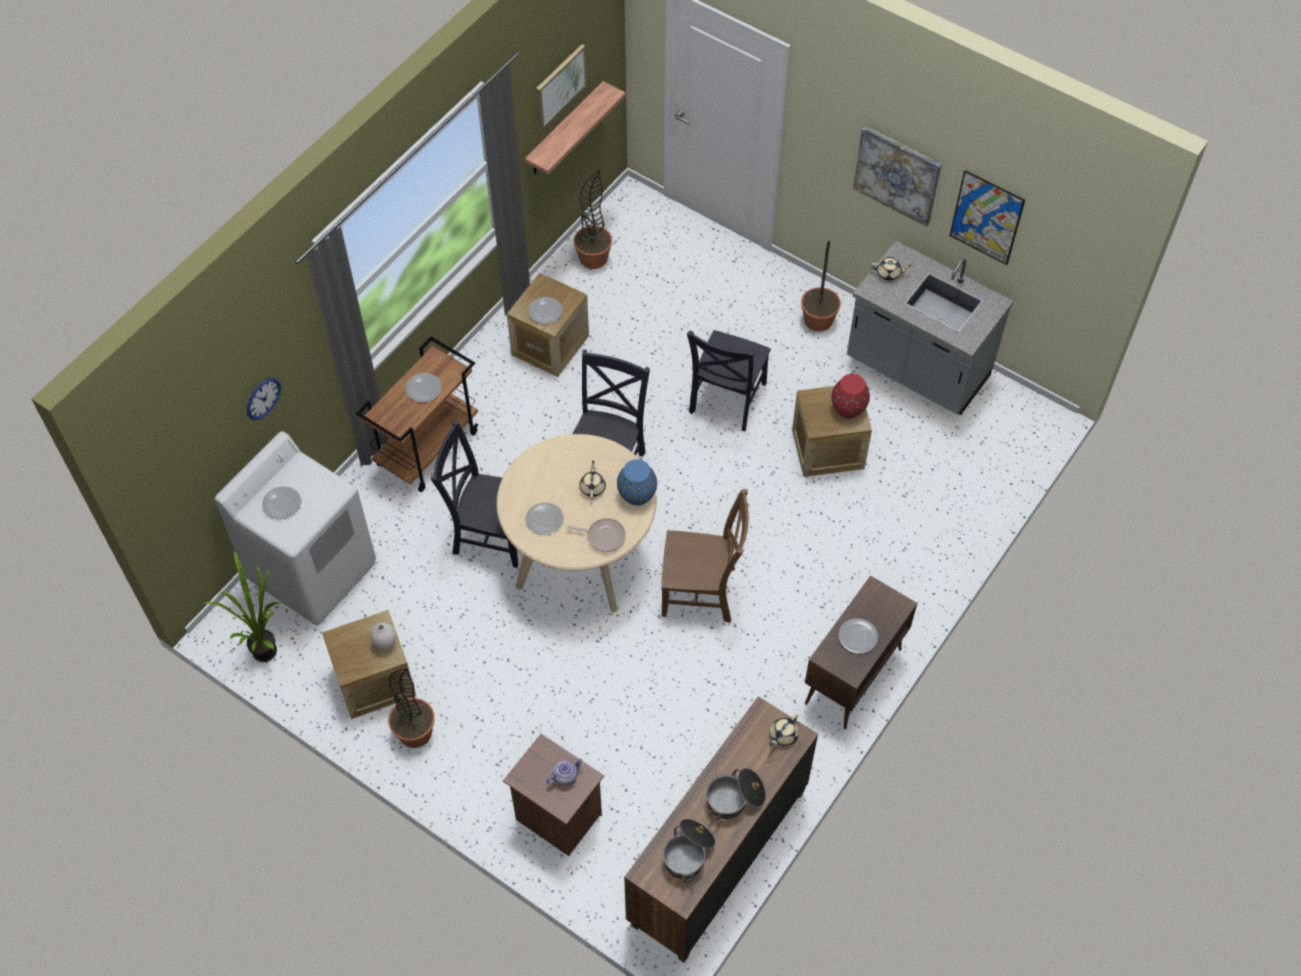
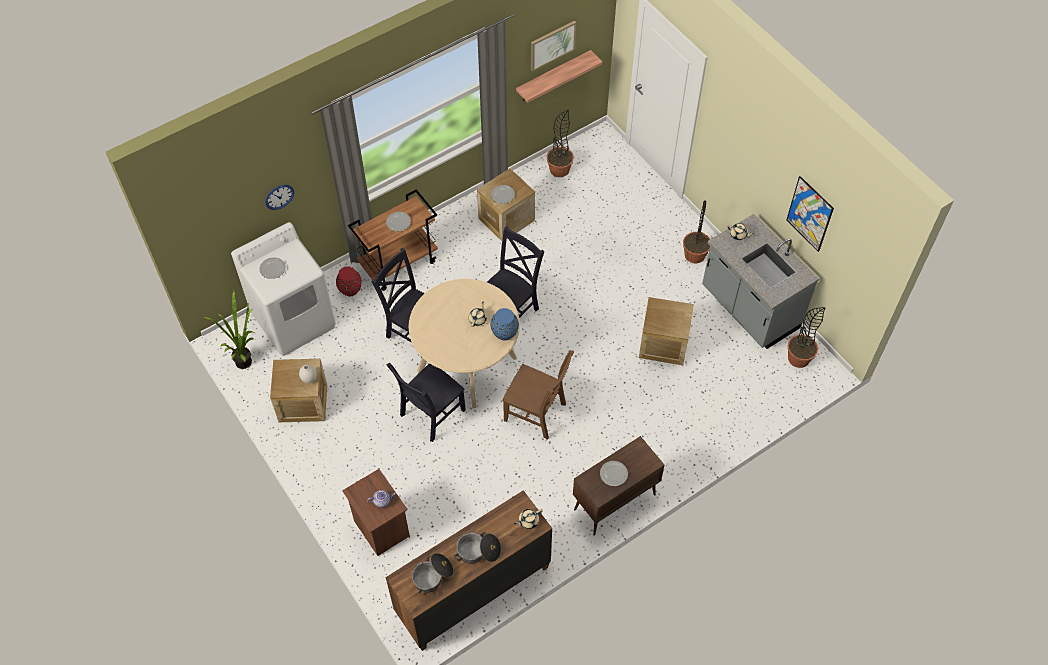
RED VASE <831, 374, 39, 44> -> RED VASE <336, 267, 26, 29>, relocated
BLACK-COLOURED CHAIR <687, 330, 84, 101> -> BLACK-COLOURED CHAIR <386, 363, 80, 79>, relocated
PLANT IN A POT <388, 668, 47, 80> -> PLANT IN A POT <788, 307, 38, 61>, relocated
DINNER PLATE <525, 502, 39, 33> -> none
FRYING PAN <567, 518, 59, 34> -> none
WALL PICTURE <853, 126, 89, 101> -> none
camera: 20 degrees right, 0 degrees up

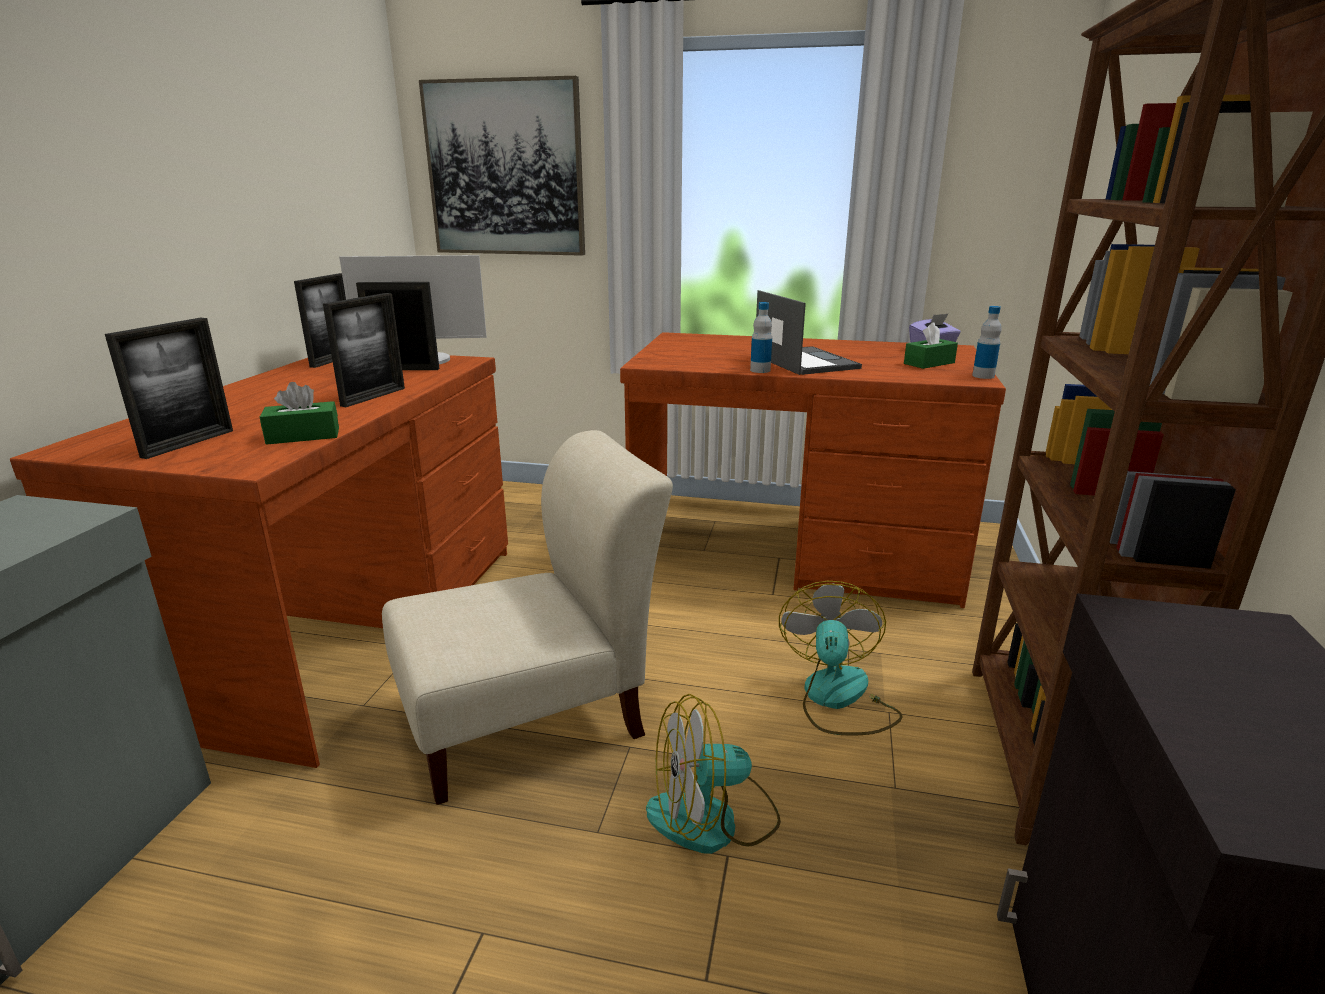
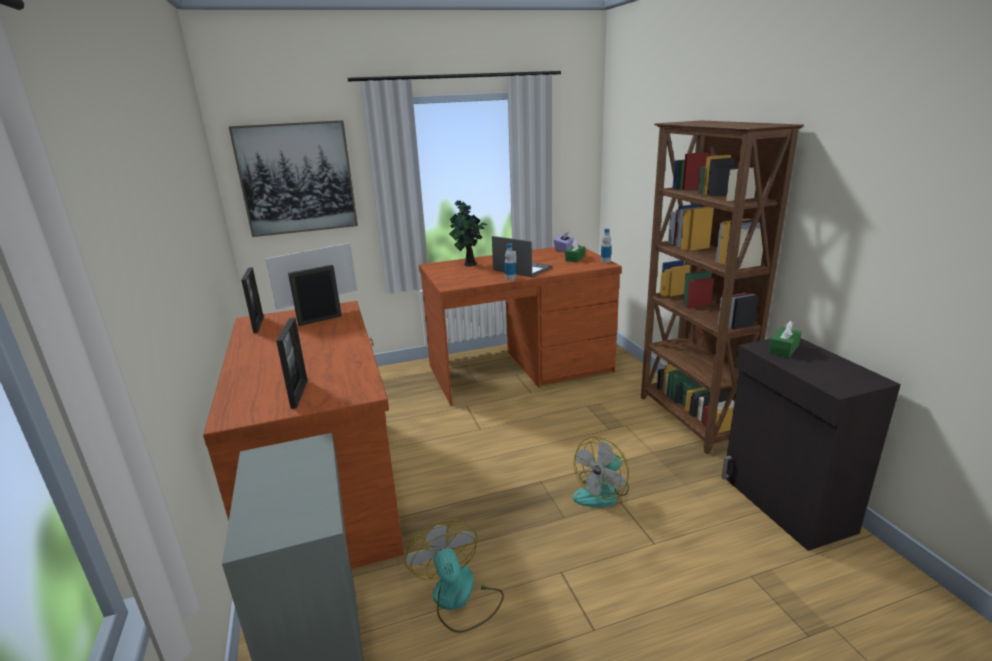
COOLING FAN <779, 581, 124, 154> -> COOLING FAN <404, 519, 100, 114>, relocated
none -> PLANT IN A POT <449, 200, 39, 66>
GREEN BOX OF TISSUES <260, 382, 79, 63> -> GREEN BOX OF TISSUES <768, 321, 34, 37>, relocated
PICTURE FRAME <323, 293, 82, 114> -> none
BEIGE CHAIR <382, 430, 291, 375> -> none
camera: 30 degrees left, 0 degrees up

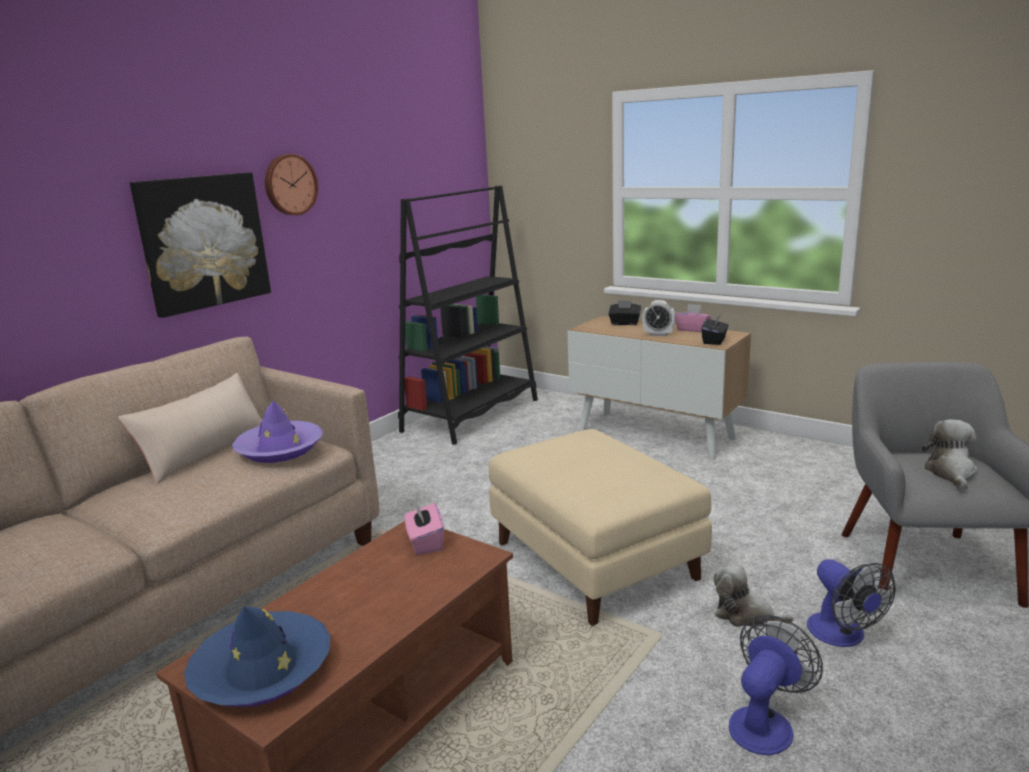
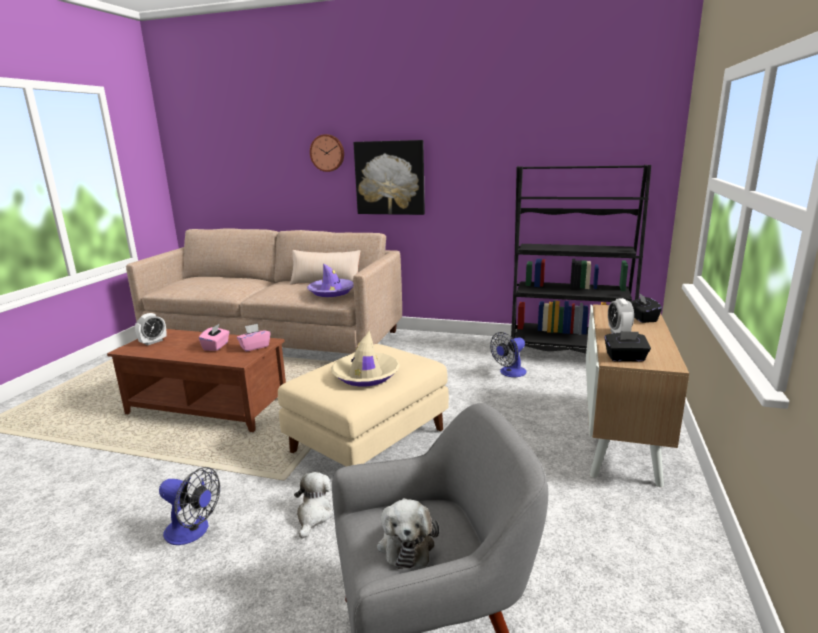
BLUISH WEARABLE HAT <184, 606, 147, 101> -> TABLE CLOCK <135, 313, 31, 32>
PINK-COLOURED BOX OF TISSUES <675, 304, 36, 28> -> PINK-COLOURED BOX OF TISSUES <199, 324, 30, 27>, relocated
CLOCK ON THE WALL <265, 154, 53, 61> -> CLOCK ON THE WALL <310, 134, 34, 38>, relocated
none -> BEIGE WEARABLE HAT <331, 330, 69, 57>
CUDDLY TOY <922, 419, 56, 71> -> CUDDLY TOY <377, 498, 62, 71>, 90 degrees clockwise
COOLING FAN <807, 559, 89, 88> -> COOLING FAN <490, 332, 37, 45>, relocated
camera: 70 degrees right, 0 degrees up

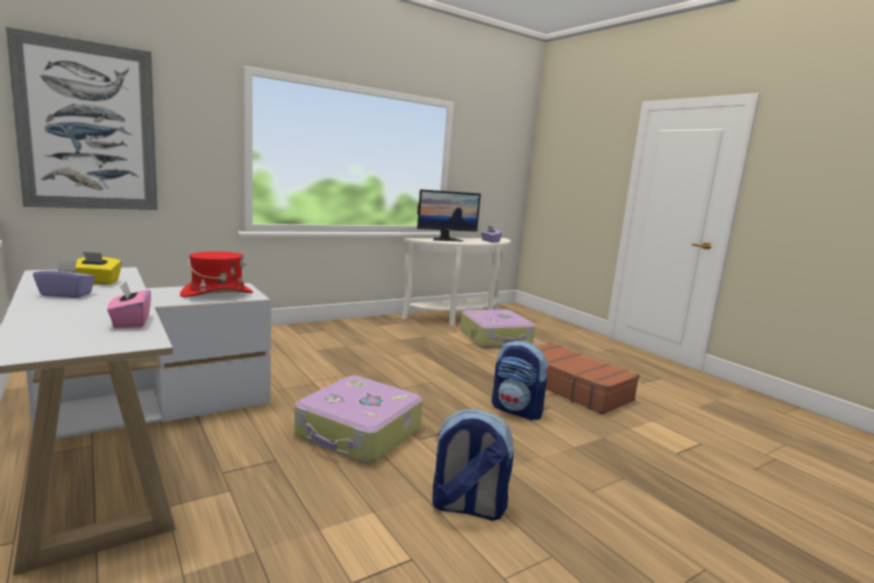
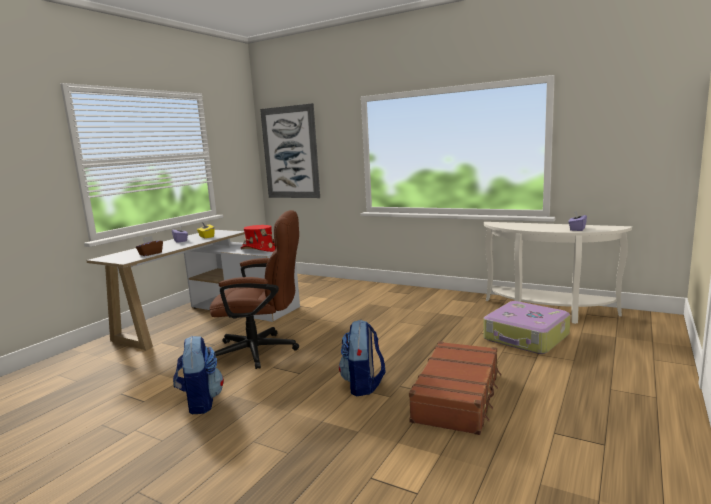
PINK-COLOURED BOX OF TISSUES <107, 281, 44, 47> -> BROWN BOX OF TISSUES <136, 236, 27, 20>
TRAVEL CASE <294, 375, 129, 89> -> BROWN DESK CHAIR <209, 210, 90, 159>
MONITOR <417, 189, 64, 53> -> none
camera: 65 degrees right, 0 degrees up

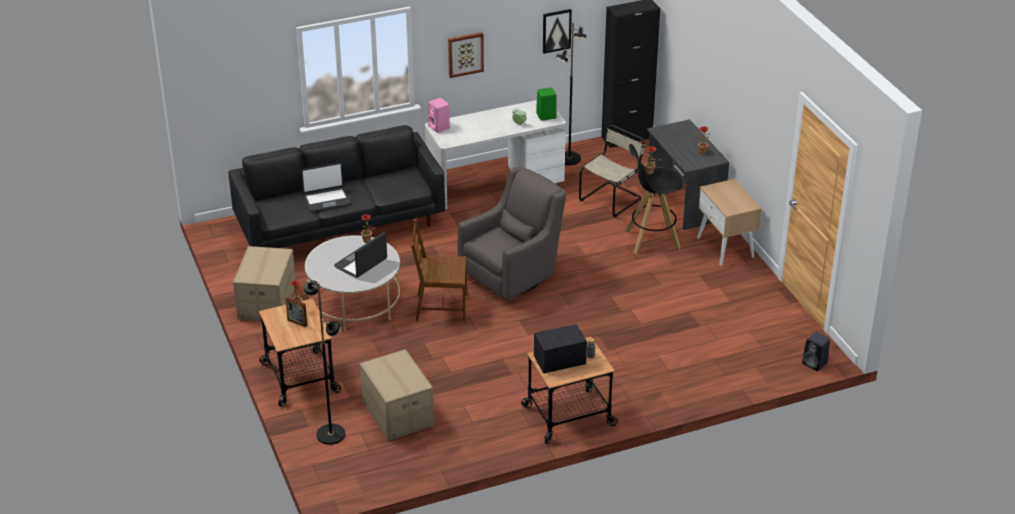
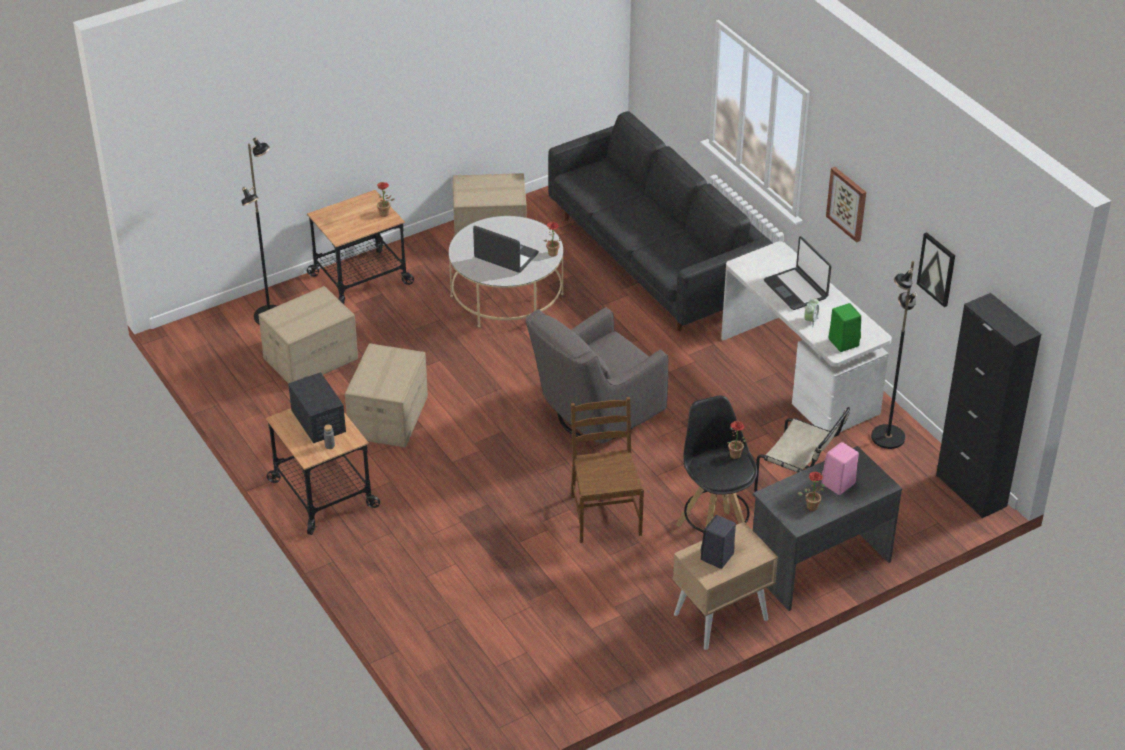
none -> CARDBOARD BOX <345, 343, 83, 104>
GRAY LOUNGE CHAIR <458, 166, 108, 134> -> GRAY LOUNGE CHAIR <526, 307, 142, 136>, 105 degrees clockwise
BROWN CHAIR <411, 220, 56, 103> -> BROWN CHAIR <571, 397, 73, 146>, relocated
BLACK-COLOURED AUDIO SPEAKER <802, 332, 28, 39> -> BLACK-COLOURED AUDIO SPEAKER <701, 515, 35, 54>, relocated
PORTABLE COMPUTER <301, 162, 50, 50> -> PORTABLE COMPUTER <764, 236, 67, 74>, relocated
PINK-COLOURED AUDIO SPEAKER <427, 98, 23, 35> -> PINK-COLOURED AUDIO SPEAKER <822, 442, 37, 53>, relocated
PICTURE FRAME <286, 297, 21, 30> -> none
camera: 80 degrees right, 5 degrees up

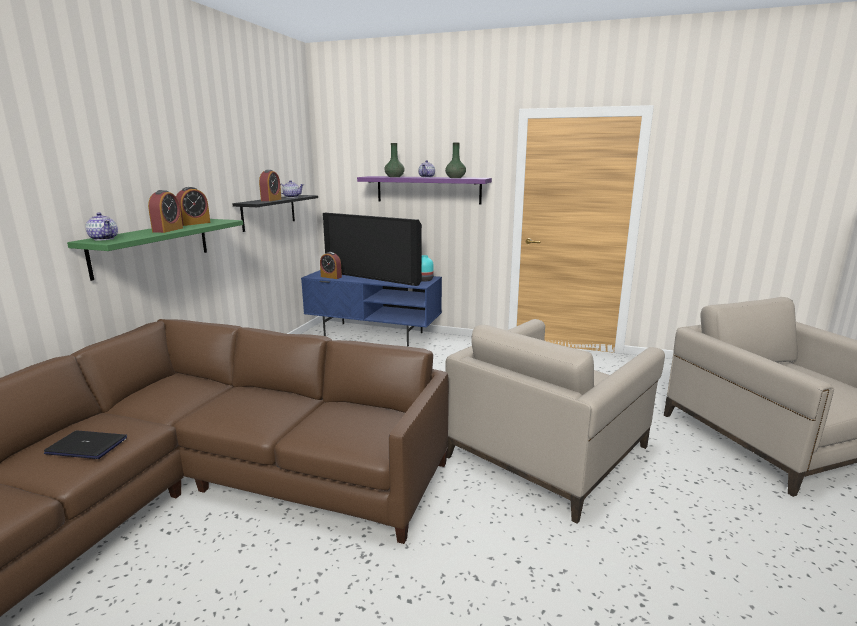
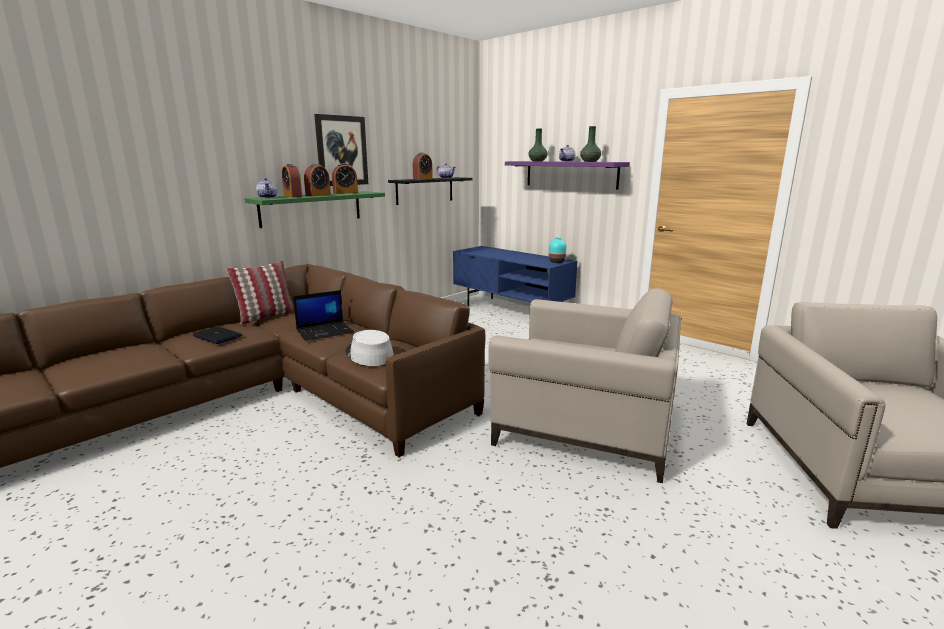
none -> CUSHION <226, 261, 69, 64>
TABLE CLOCK <320, 252, 22, 27> -> TABLE CLOCK <282, 164, 20, 33>, relocated
none -> PORTABLE COMPUTER <293, 290, 61, 51>
none -> WALL PICTURE <314, 114, 54, 72>
none -> GRAY WEARABLE HAT <345, 330, 49, 36>
BEIGE LOUNGE CHAIR <446, 319, 219, 205> -> BEIGE LOUNGE CHAIR <489, 288, 192, 195>, 135 degrees counterclockwise
TV SET <323, 213, 99, 73> -> none
camera: 25 degrees right, 0 degrees up

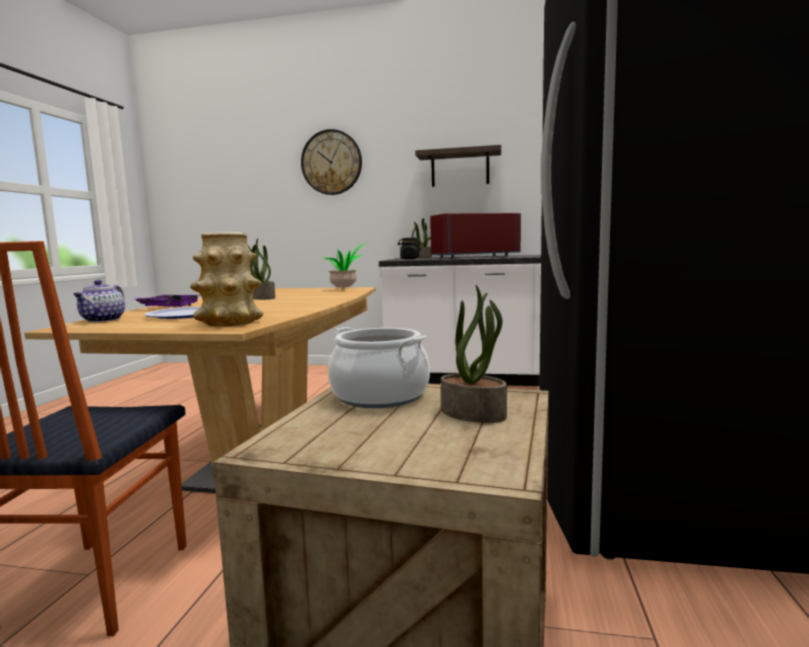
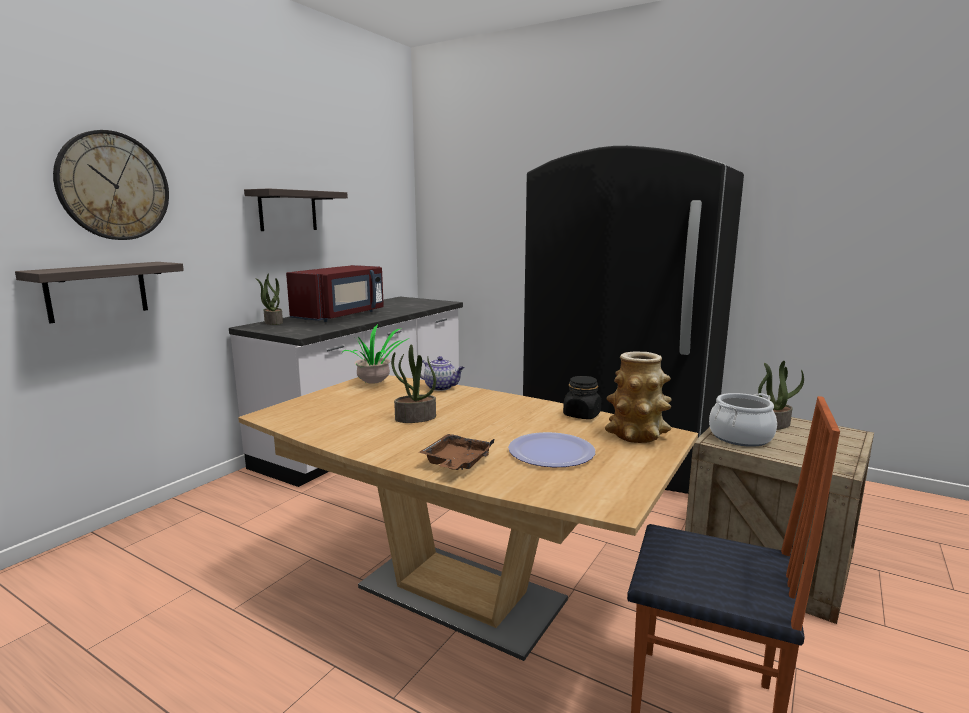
none -> SHELF <15, 262, 169, 61>
RED KITCHEN MICROWAVE <430, 213, 91, 46> -> RED KITCHEN MICROWAVE <286, 265, 98, 57>, 150 degrees counterclockwise
PURPLE-COLOURED CARRYING TRAY <136, 295, 63, 12> -> BROWN CARRYING TRAY <419, 434, 75, 36>
TEA POT <73, 280, 52, 42> -> TEA POT <420, 356, 45, 35>, relocated
BLACK-COLOURED STORAGE JAR <398, 238, 23, 21> -> BLACK-COLOURED STORAGE JAR <563, 376, 38, 43>, relocated
camera: 70 degrees left, 5 degrees up

